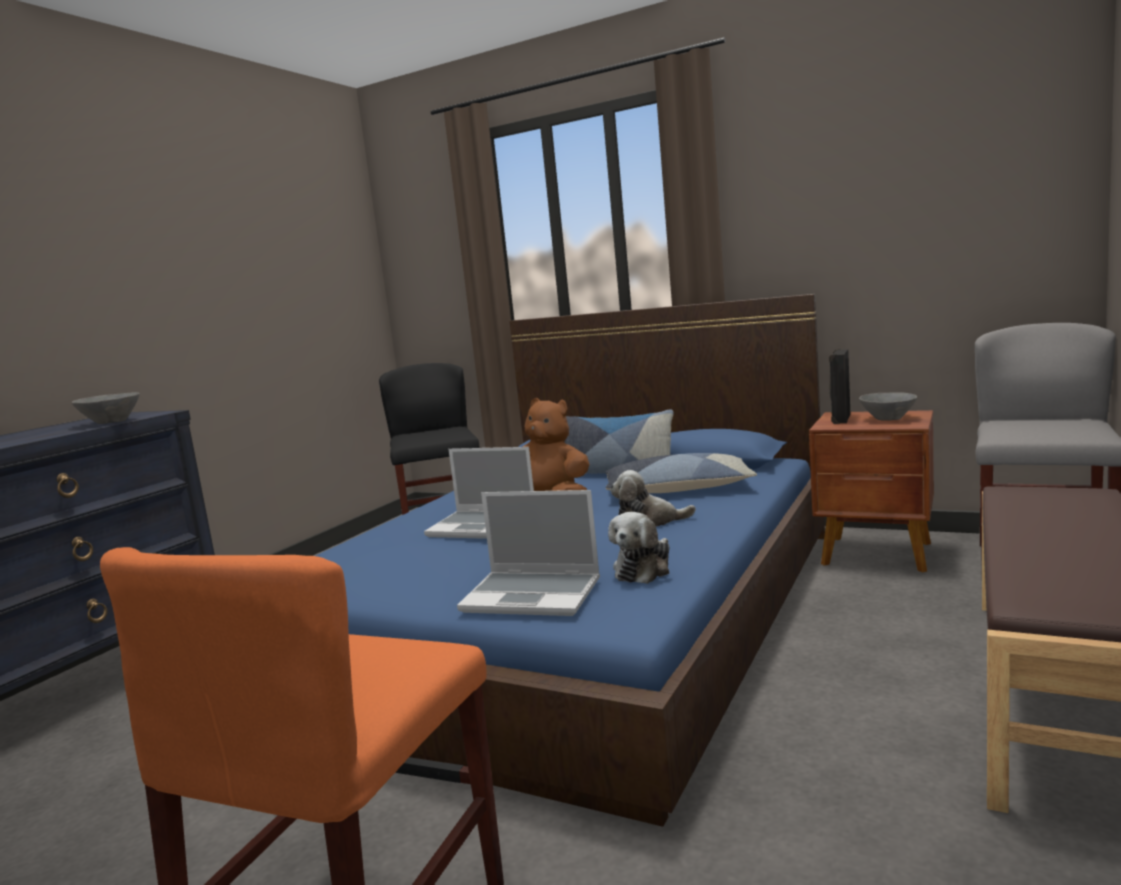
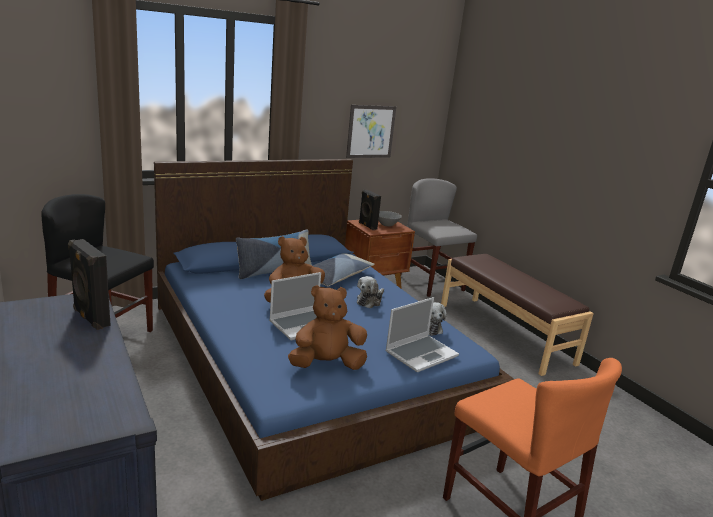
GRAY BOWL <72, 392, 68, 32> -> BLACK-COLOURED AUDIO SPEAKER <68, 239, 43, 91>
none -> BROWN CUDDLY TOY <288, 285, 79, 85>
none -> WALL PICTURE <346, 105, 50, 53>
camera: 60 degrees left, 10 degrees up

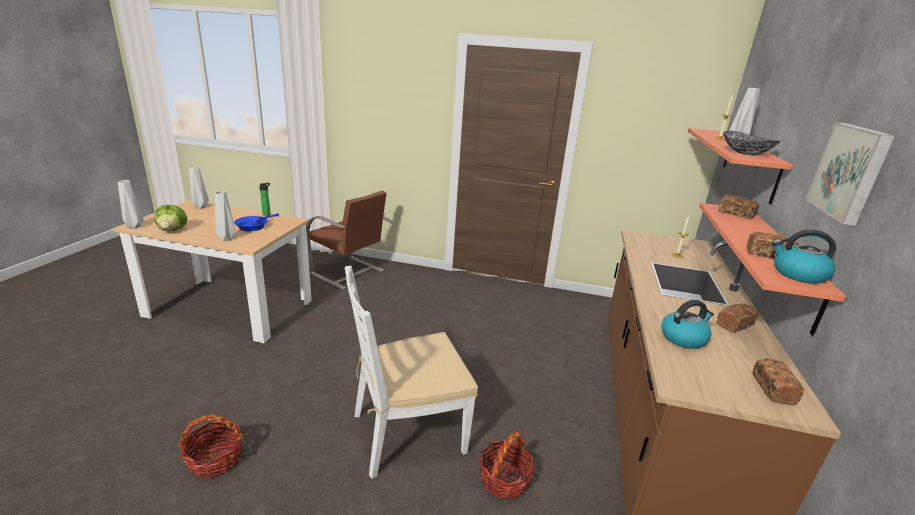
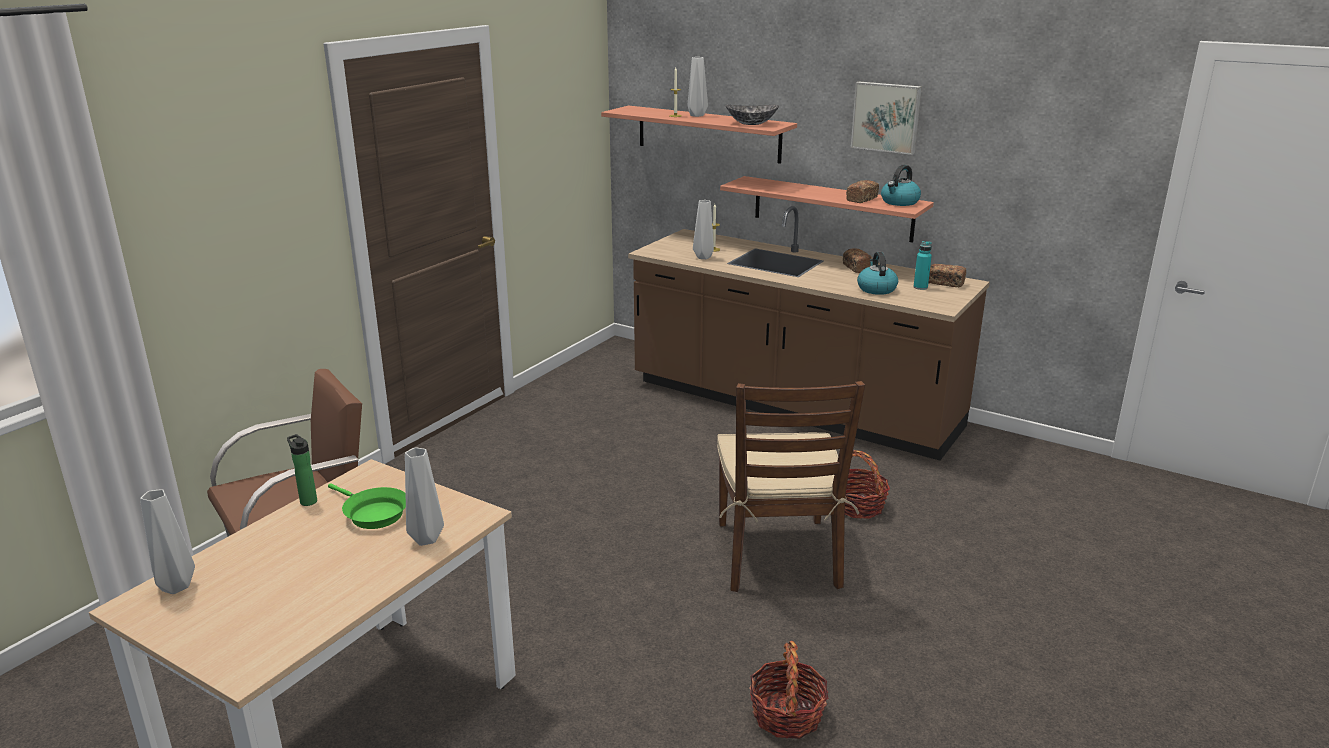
BLUISH FRYING PAN <234, 214, 45, 17> -> GREEN FRYING PAN <328, 483, 78, 46>
GRAY VASE <118, 180, 26, 49> -> GRAY VASE <693, 200, 21, 59>, relocated
WHITE CHAIR <345, 266, 133, 213> -> BROWN CHAIR <717, 381, 148, 211>
none -> BLUE-GREEN BEVERAGE BOTTLE <913, 241, 19, 49>
LETTUCE <154, 205, 33, 26> -> none
BAKERY BREAD <718, 195, 41, 24> -> none
camera: 70 degrees left, 0 degrees up

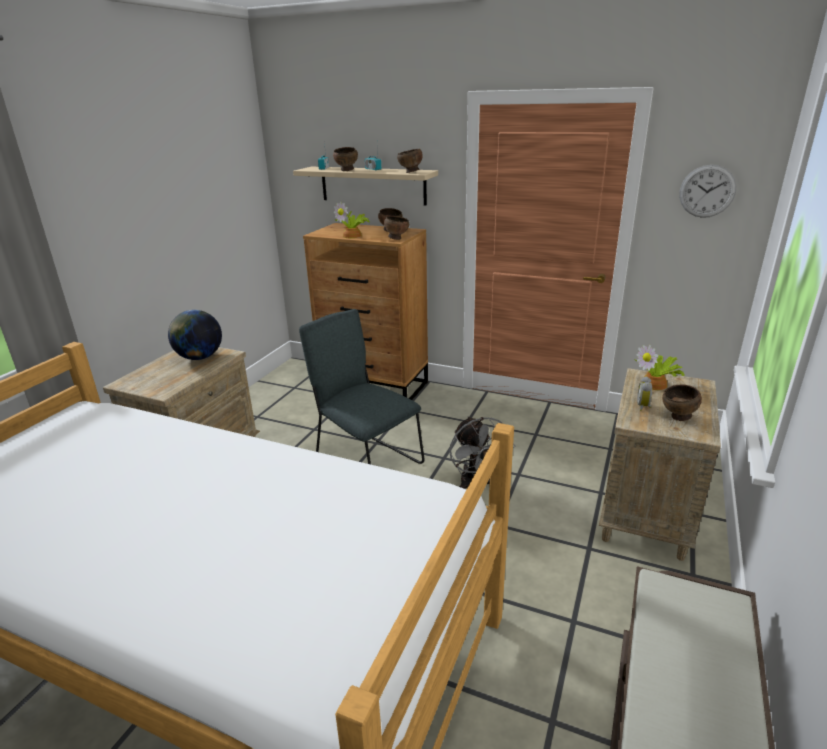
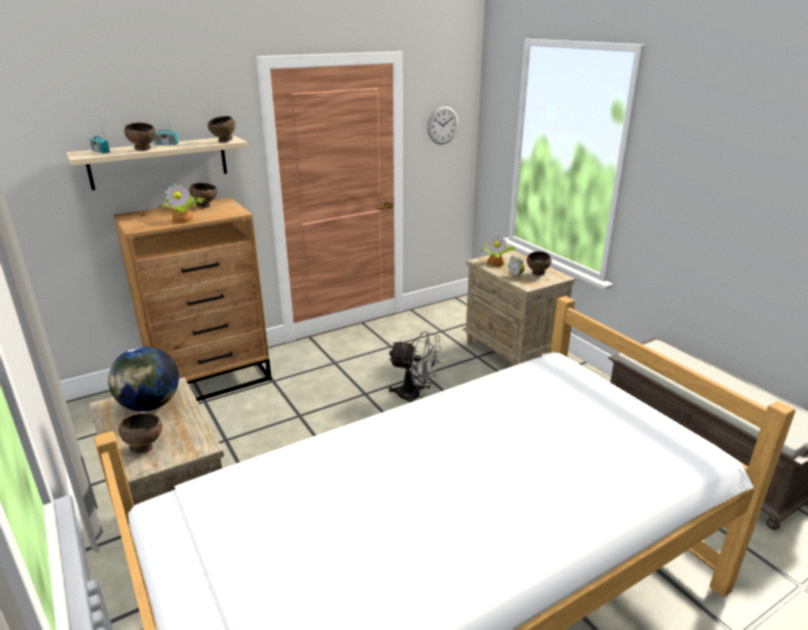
BROWN BOWL <384, 216, 25, 24> -> BROWN BOWL <119, 413, 43, 41>, relocated
GRAY CHAIR <299, 309, 126, 155> -> none
camera: 55 degrees left, 0 degrees up

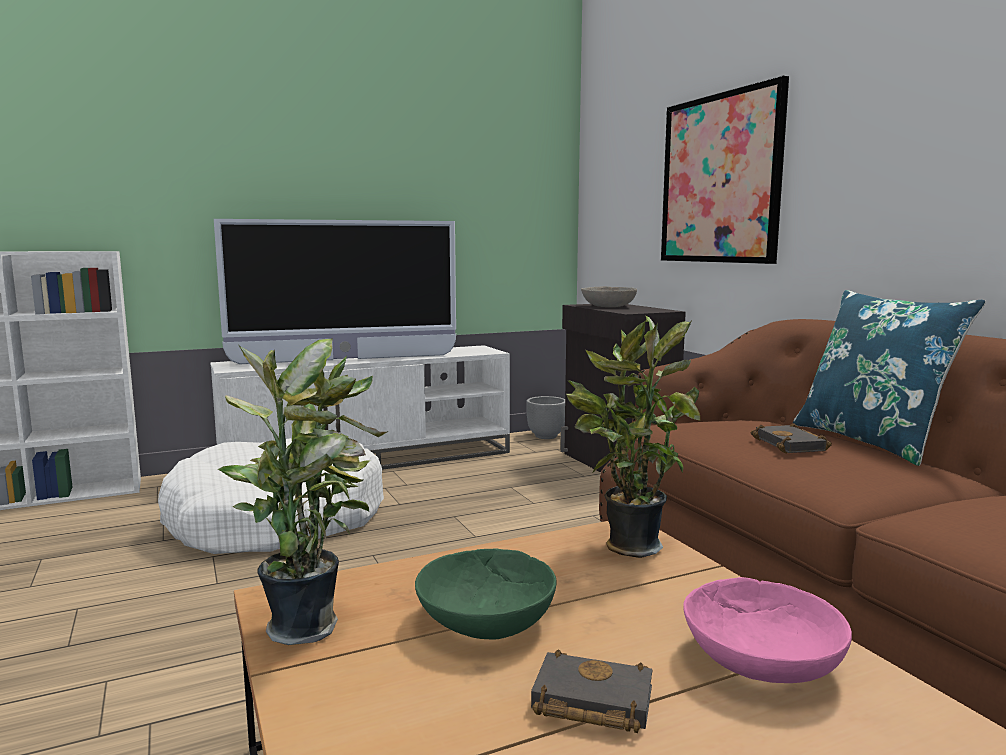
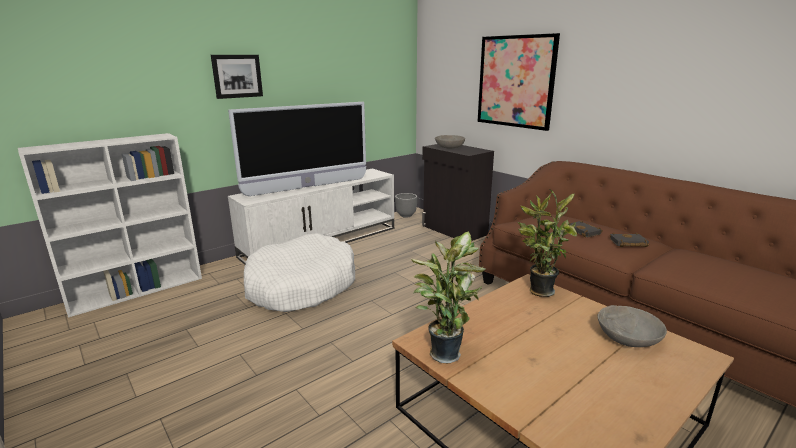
none -> WALL PICTURE <211, 55, 52, 44>
PINK-COLOURED BOWL <683, 577, 169, 106> -> GRAY BOWL <597, 305, 70, 42>
BLACK-COLOURED BOUND BOOK <531, 649, 122, 84> -> BLACK-COLOURED BOUND BOOK <609, 233, 40, 14>, relocated
GREEN BOWL <415, 549, 142, 90> -> none
BLUISH CUSHION <793, 290, 193, 176> -> none
camera: 15 degrees left, 10 degrees up

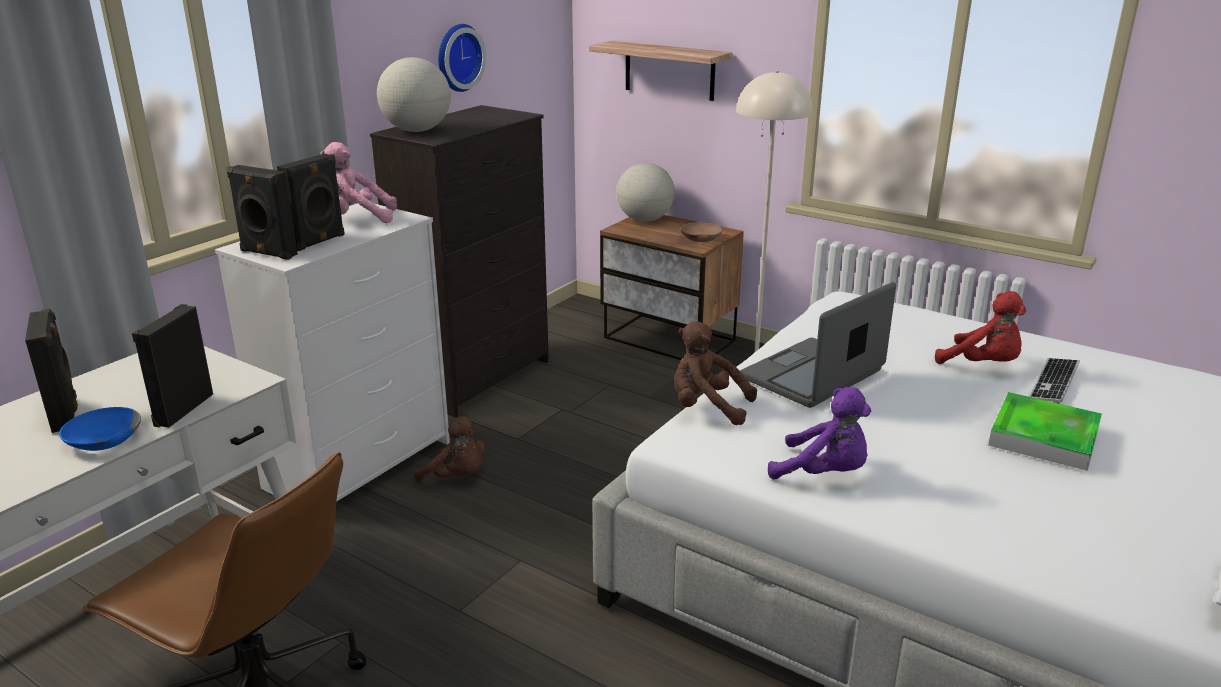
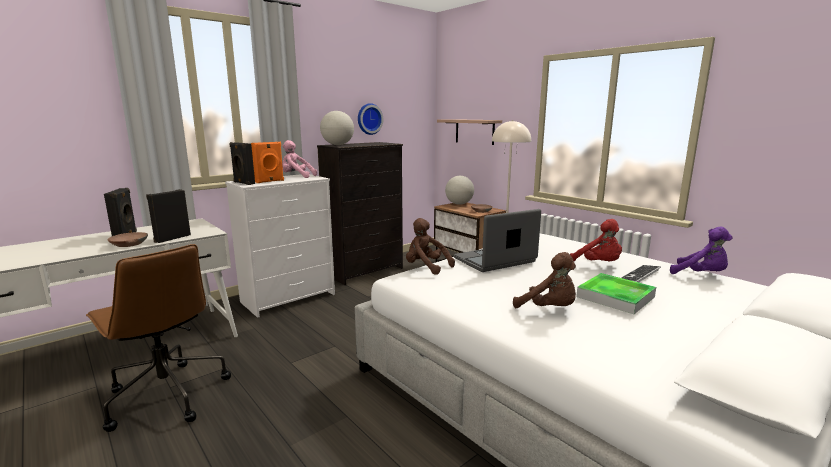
BLUISH BOWL <59, 407, 82, 44> -> BROWN BOWL <108, 232, 40, 15>
BLACK-COLOURED AUDIO SPEAKER <277, 154, 68, 97> -> ORANGEY AUDIO SPEAKER <251, 142, 33, 41>
BROWN CUDDLY TOY <414, 416, 72, 65> -> BROWN CUDDLY TOY <513, 252, 63, 56>, relocated
PURPLE-COLOURED CUDDLY TOY <768, 387, 103, 93> -> PURPLE-COLOURED CUDDLY TOY <670, 227, 63, 47>, relocated
camera: 15 degrees right, 10 degrees down

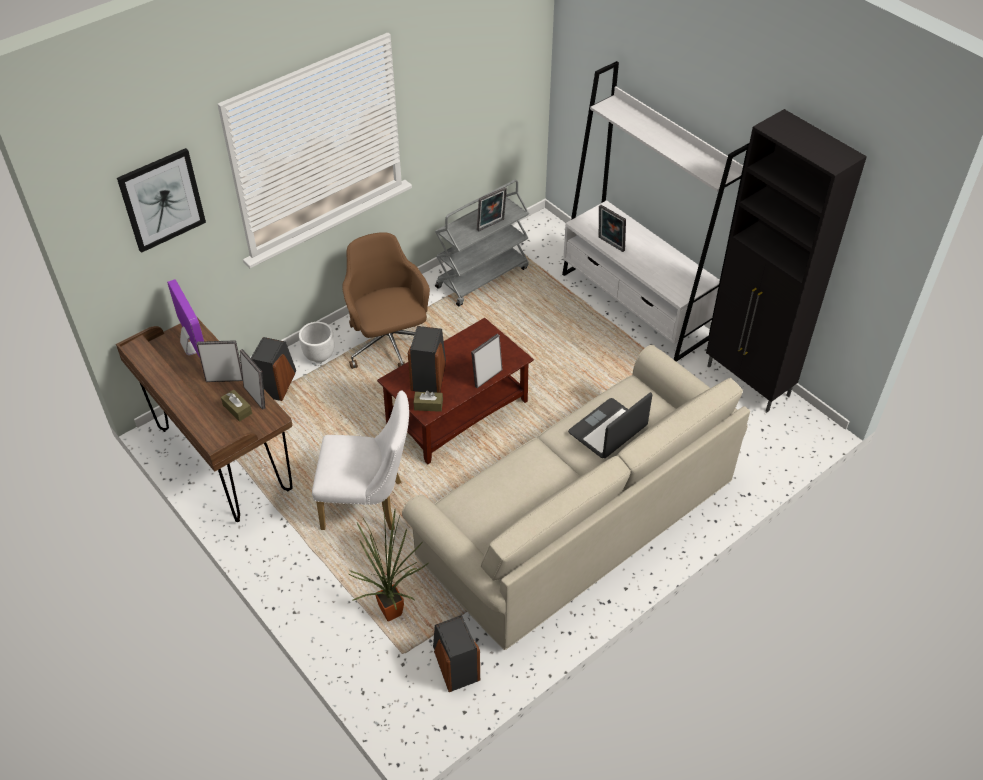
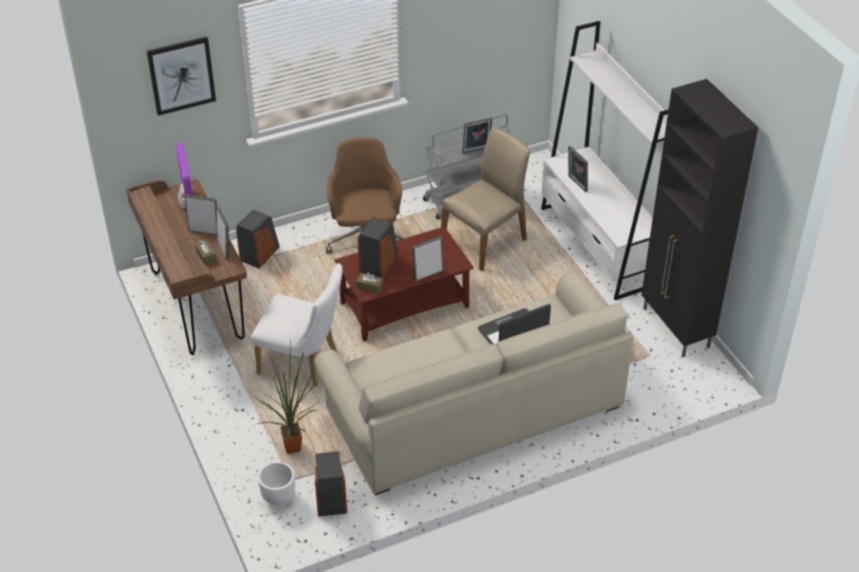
WHITE PLANT POT <299, 322, 35, 41> -> WHITE PLANT POT <258, 462, 37, 43>, relocated
none -> BEIGE CHAIR <441, 128, 89, 143>
camera: 15 degrees right, 5 degrees down

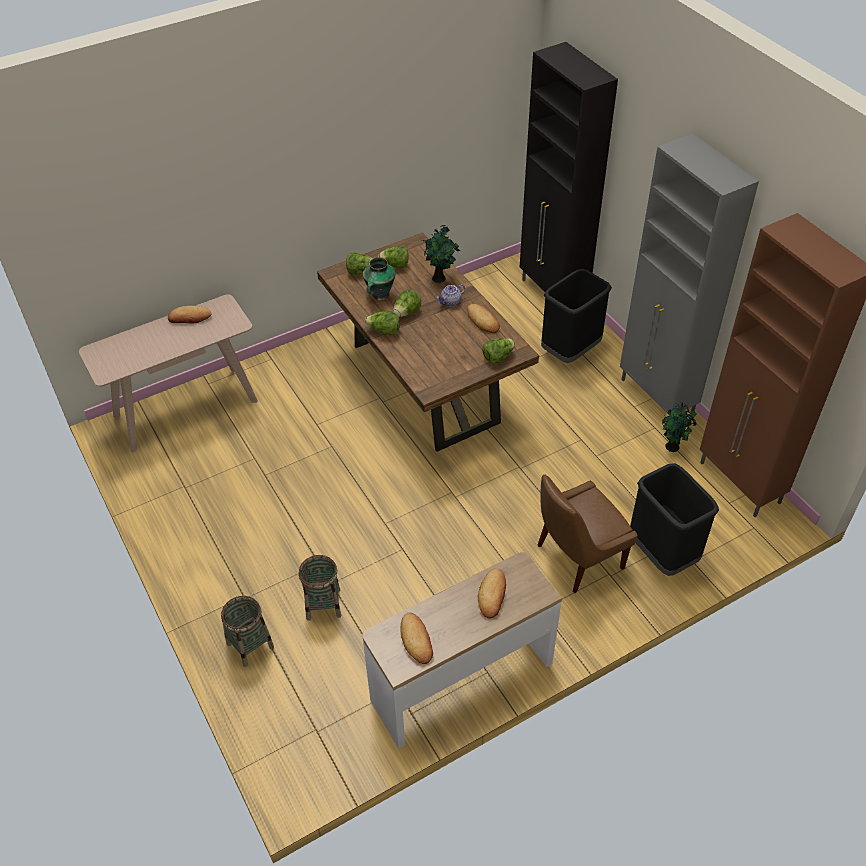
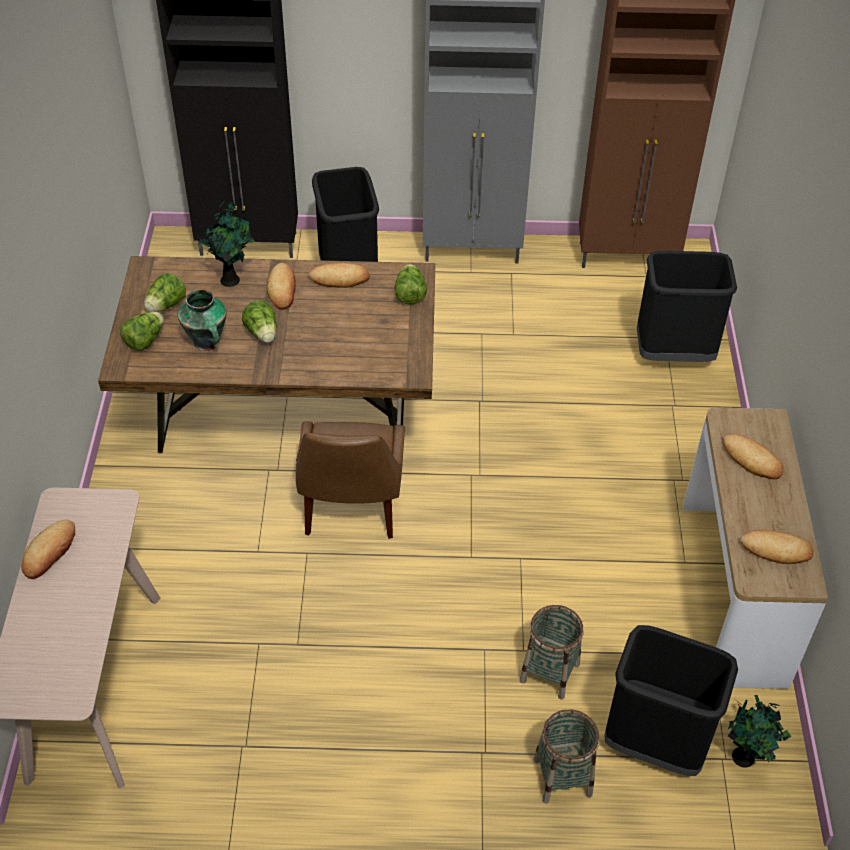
TEA POT <437, 284, 28, 22> -> BAKERY BREAD <267, 263, 29, 47>
BROWN CHAIR <538, 474, 100, 119> -> BROWN CHAIR <296, 421, 109, 118>, relocated
none -> BLACK-COLOURED TRASH CAN <604, 625, 134, 151>
PLANT IN A POT <662, 402, 35, 50> -> PLANT IN A POT <728, 695, 63, 73>, relocated
LETTUCE <365, 311, 35, 24> -> none
camera: 60 degrees left, 0 degrees up

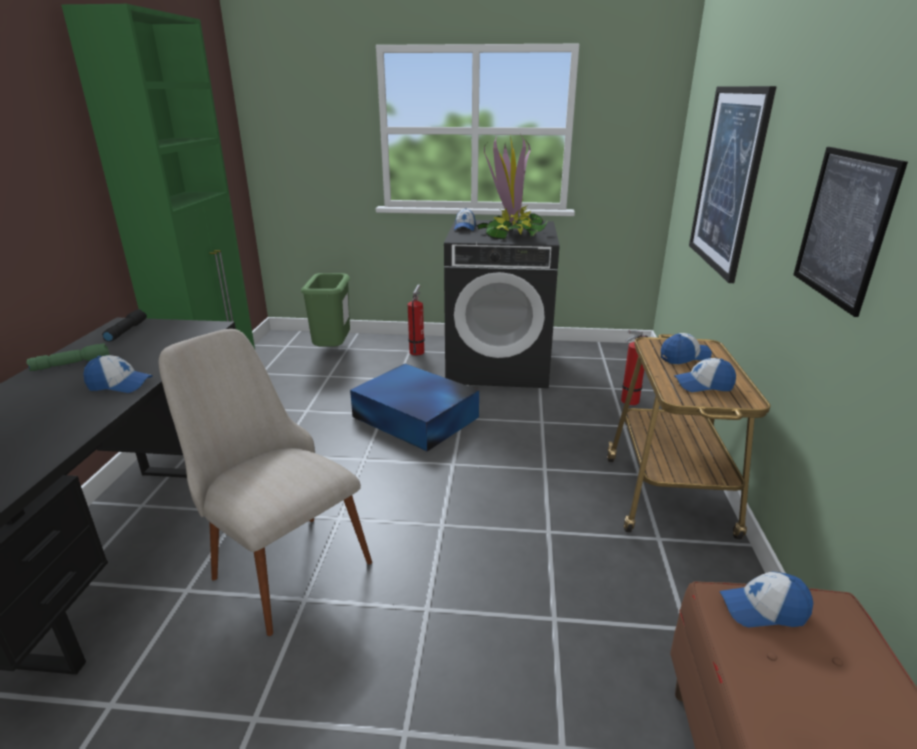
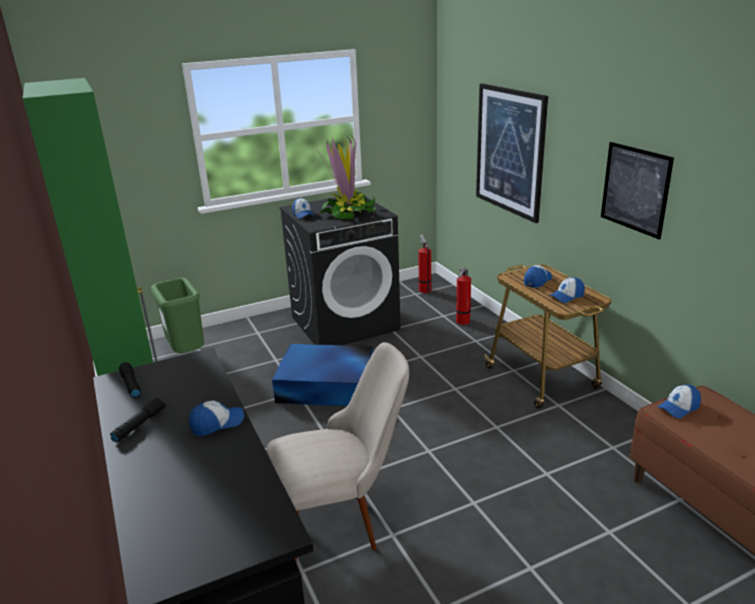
GREEN FLASHLIGHT <27, 343, 83, 28> -> BLACK-COLOURED FLASHLIGHT <110, 398, 55, 44>
BEIGE CHAIR <159, 329, 213, 307> -> BEIGE CHAIR <267, 342, 142, 222>, 150 degrees clockwise
EXTINGUISHER <408, 285, 17, 70> -> EXTINGUISHER <418, 234, 14, 59>, relocated
camera: 30 degrees left, 0 degrees up

